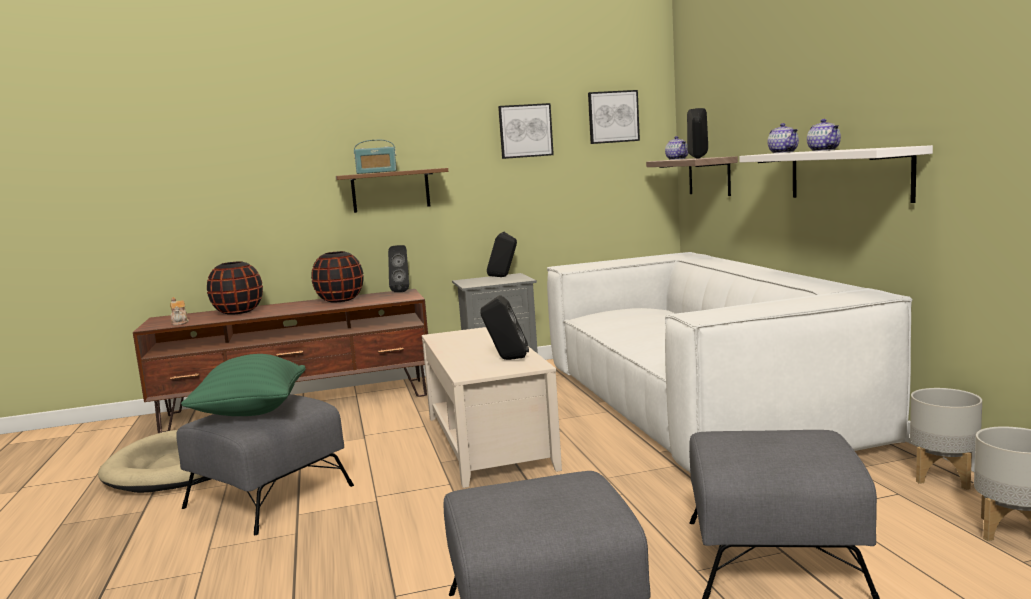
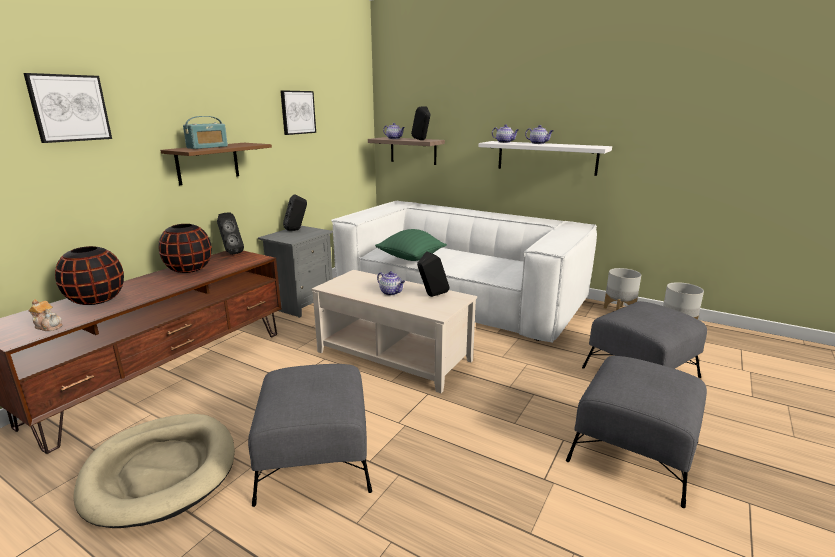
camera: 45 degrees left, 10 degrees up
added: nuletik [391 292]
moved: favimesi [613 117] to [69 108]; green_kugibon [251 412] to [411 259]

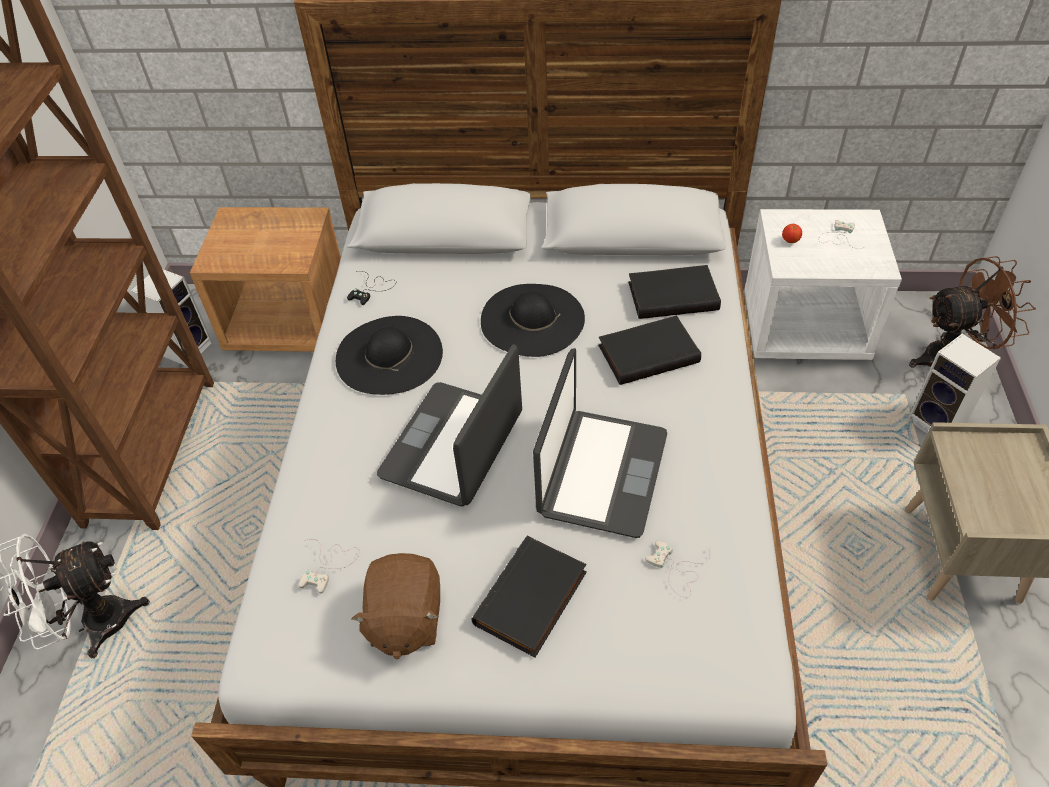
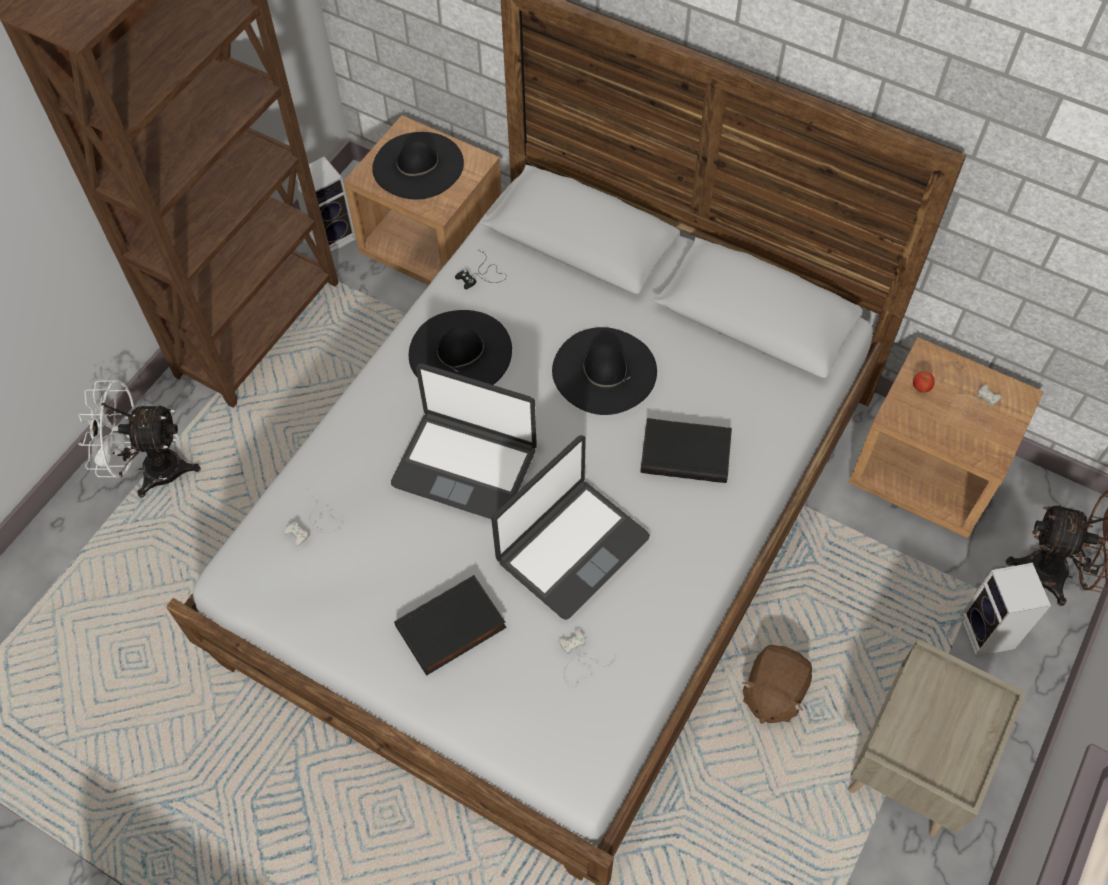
camera: 25 degrees right, 10 degrees up
removed: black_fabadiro [673 295]
added: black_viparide [418 165]
moved: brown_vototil [404 619] to [772 693]
recoloured: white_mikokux [805 328] to brown_mikokux [926 472]
turned: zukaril [454 445] = [465 465] 120 degrees counterclockwise

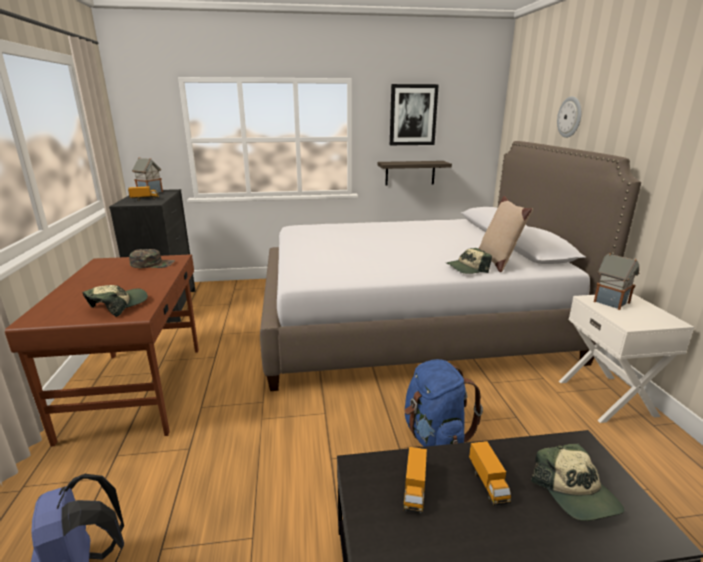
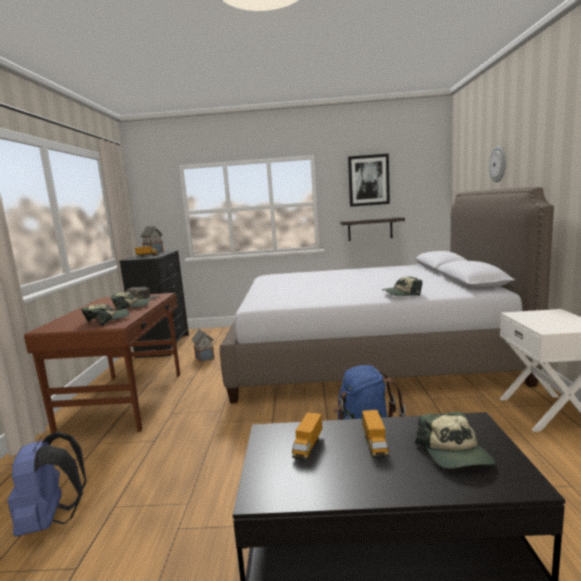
camera: 10 degrees right, 10 degrees down
removed: beige_kugibon [497 261]
added: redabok [131 307]
moved: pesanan [610 302] to [204 358]

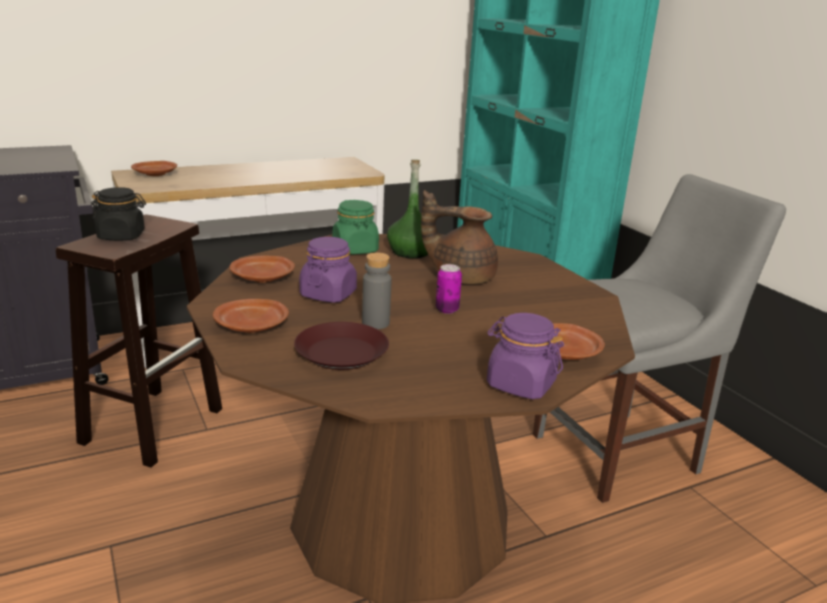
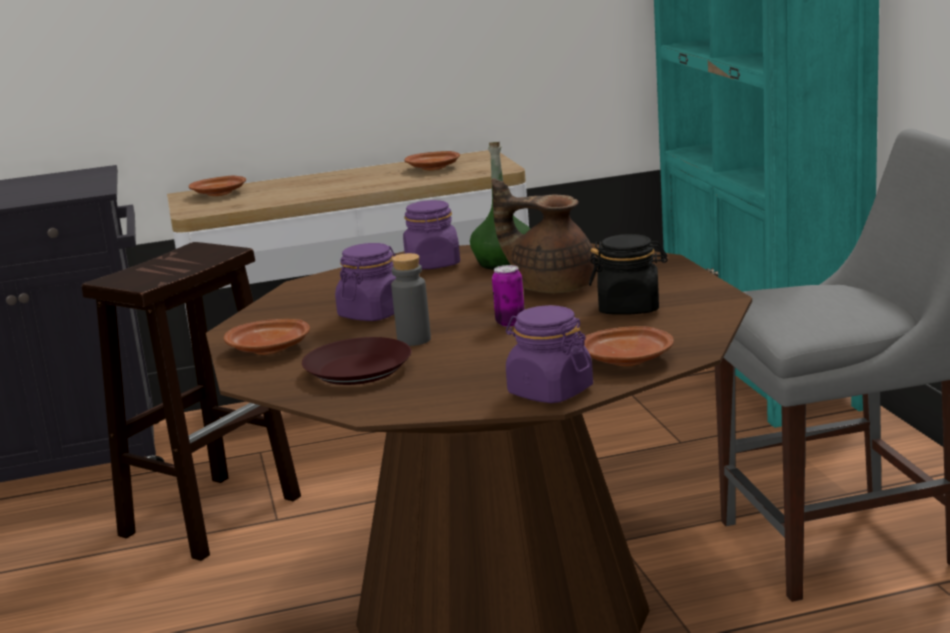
camera: 15 degrees right, 5 degrees down
moved: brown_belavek [264 278] to [434 168]; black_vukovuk [122 236] to [629 308]
recoloured: green_vukovuk [355 249] to purple_vukovuk [433 264]

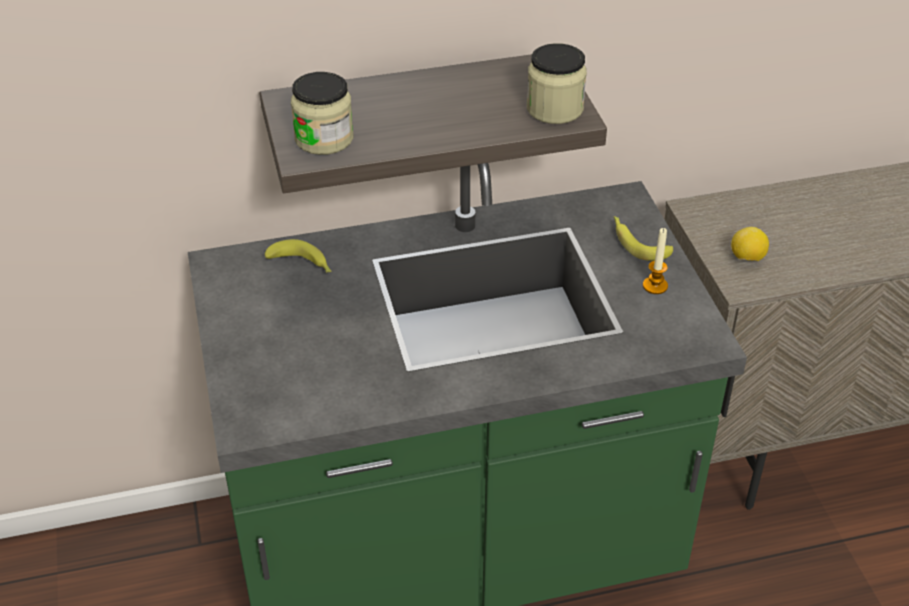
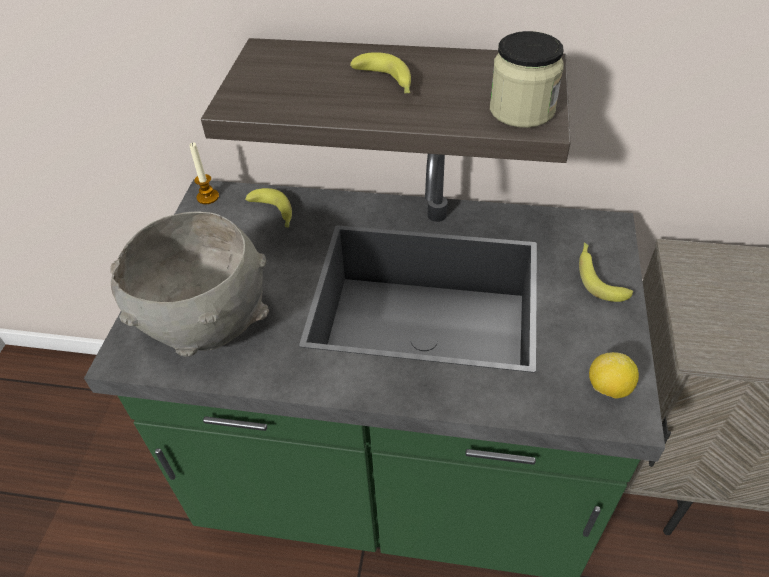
camera: 25 degrees right, 5 degrees up
removed: vukovuk [324 138]
added: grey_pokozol [207 325]; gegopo [387 83]
moved: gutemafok [655 286] to [208 197]; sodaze [747 258] to [608 388]

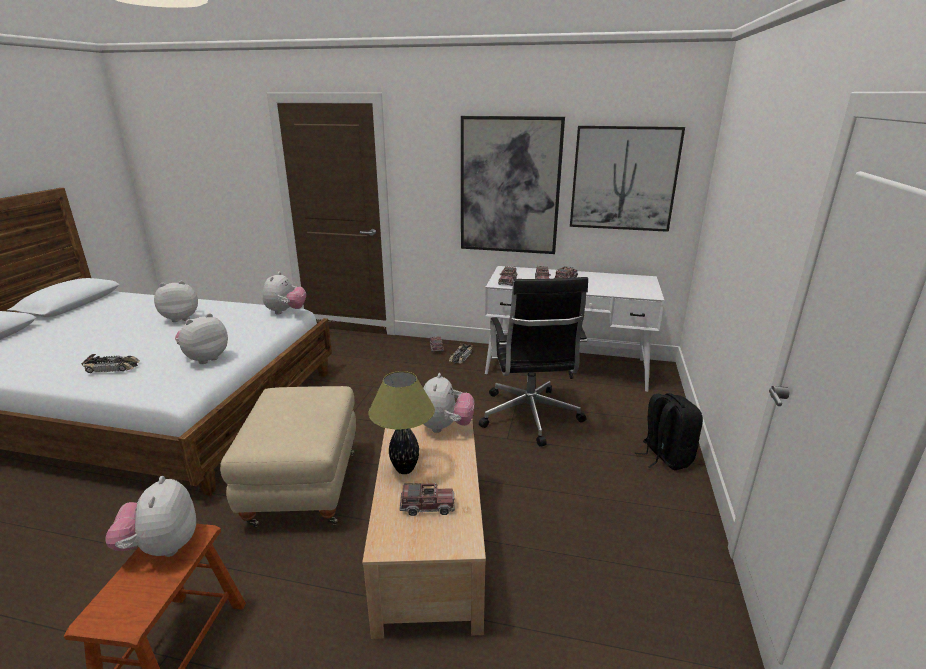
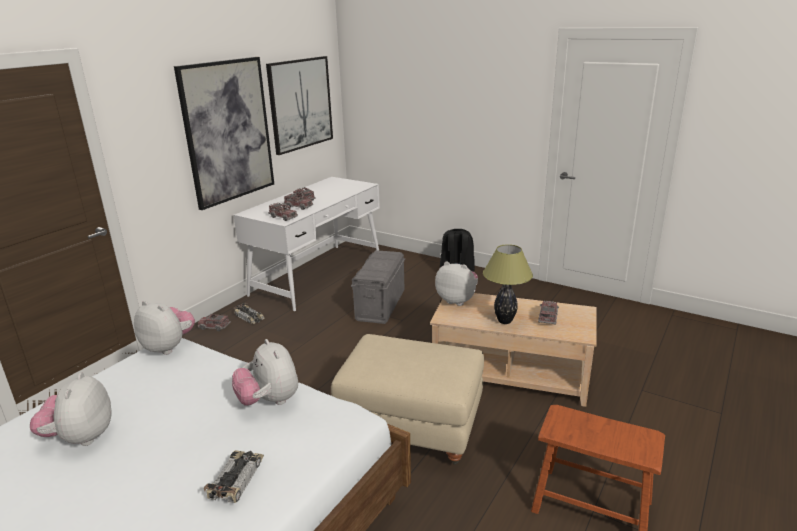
camera: 70 degrees left, 0 degrees up
removed: vototil [162 547]
replaced: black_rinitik [529 417] to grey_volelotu [380 305]

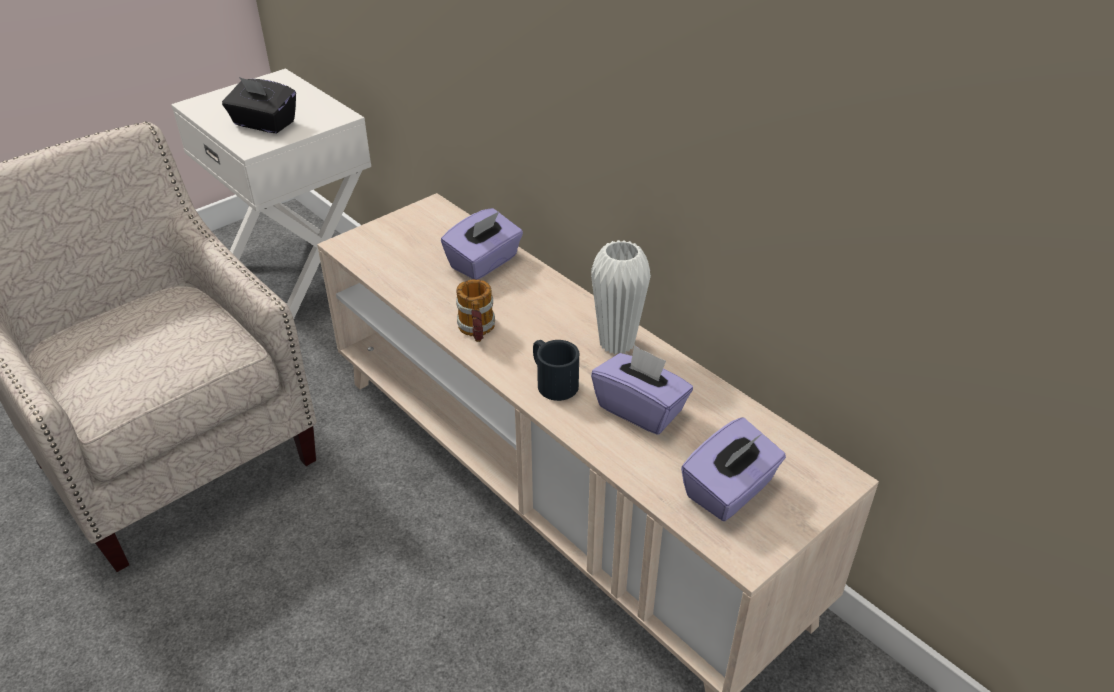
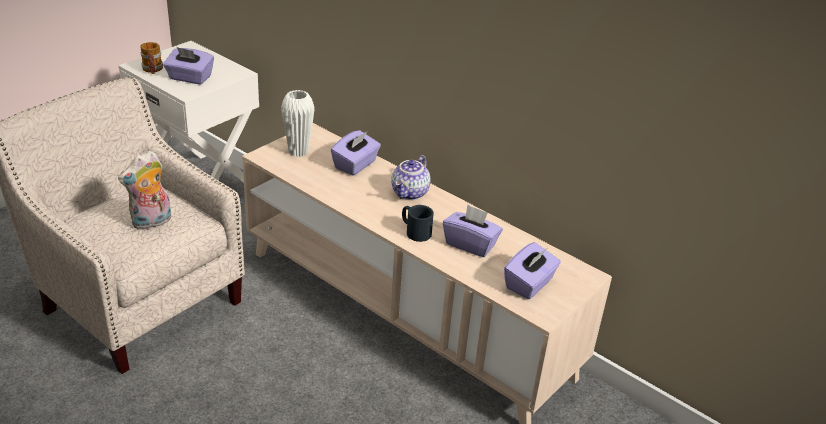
camera: 10 degrees left, 5 degrees down
added: vototil [151 222]; nuletik [410 193]
moved: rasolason [477 330] to [152 70]; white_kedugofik [617 343] to [298 151]
recoloured: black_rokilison [264 124] to purple_rokilison [190 78]

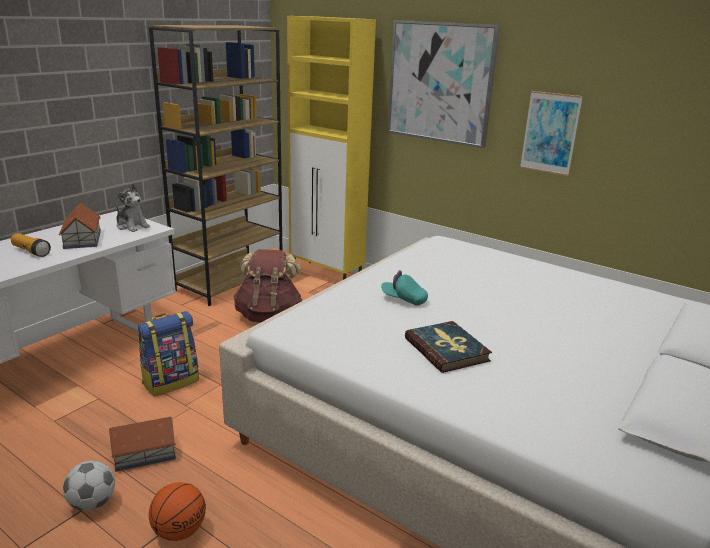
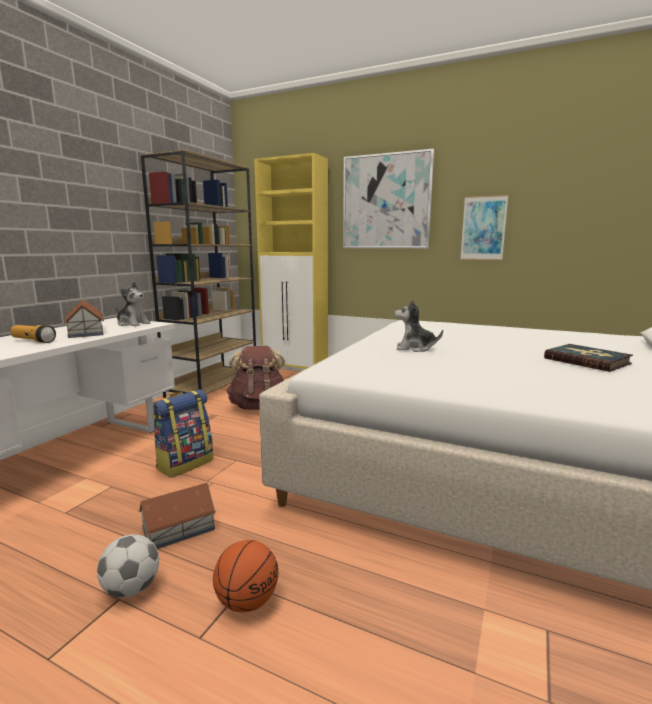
camera: 10 degrees left, 10 degrees down
moved: fabadiro [447 349] to [587 361]
replaced: turquoise_redabok [403 299] to vototil [415 348]

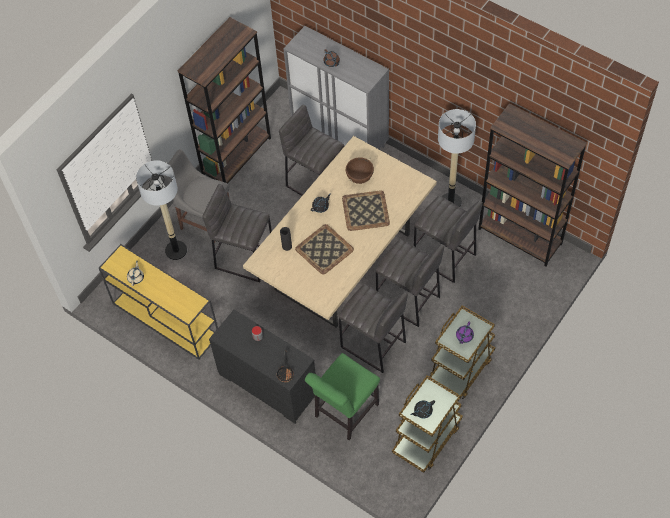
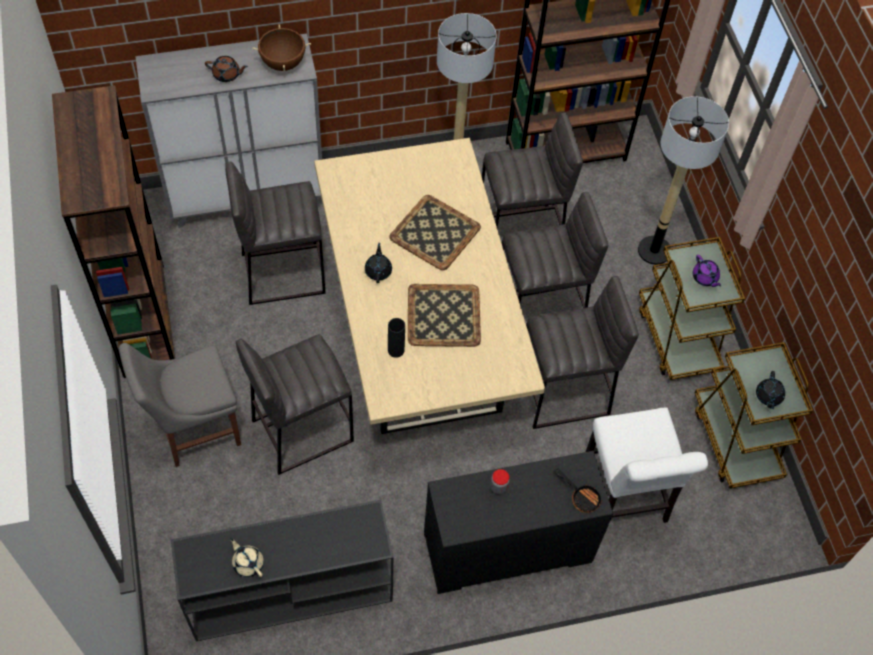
camera: 55 degrees left, 0 degrees up
moved: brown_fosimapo [359 177] to [283 63]; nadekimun [176 250] to [654 251]
recoloured: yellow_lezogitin [164 318] to black_lezogitin [288 594]; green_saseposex [344 413] to white_saseposex [625 497]

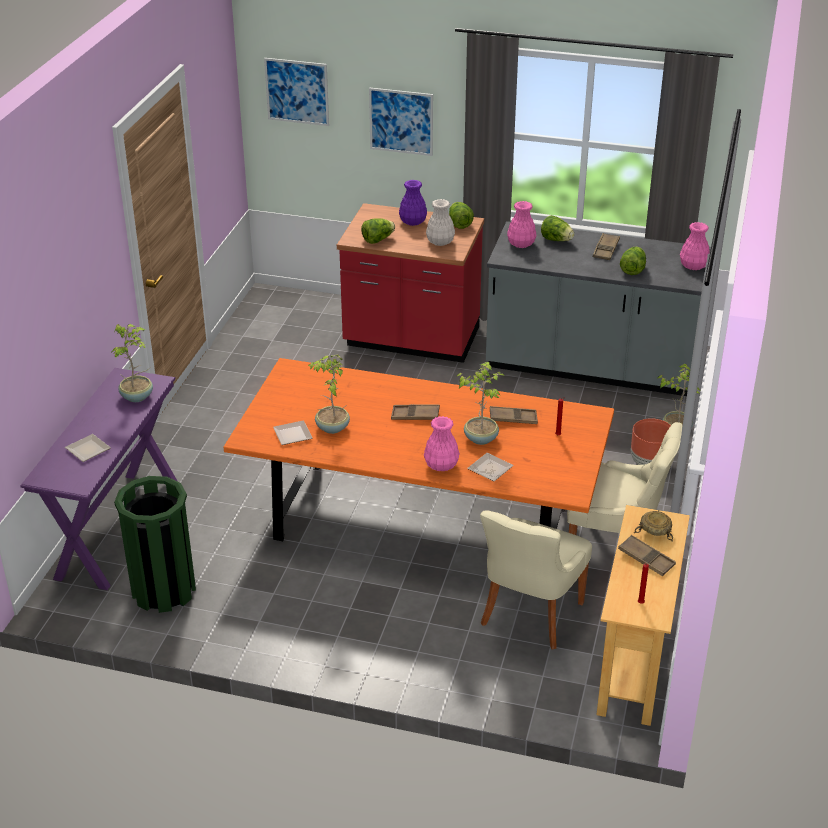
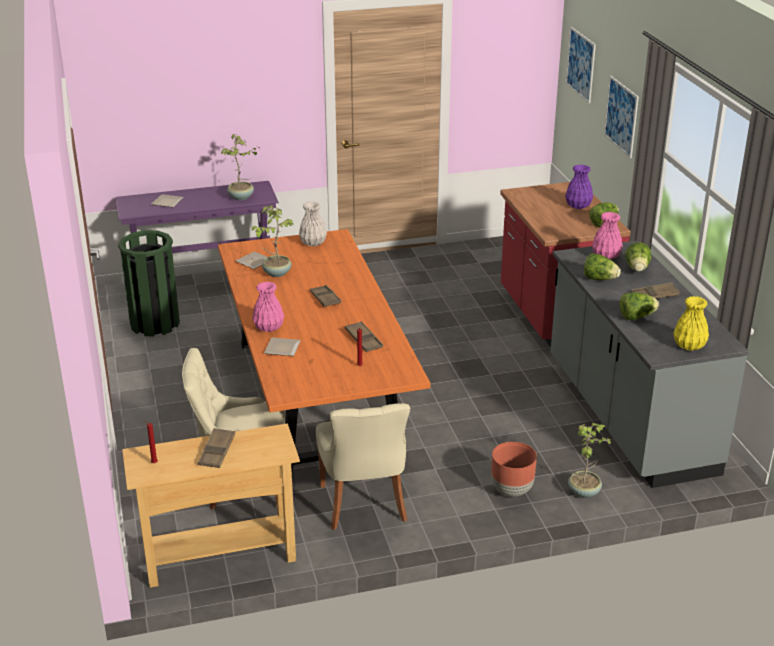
camera: 60 degrees right, 5 degrees down
removed: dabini [481 438]; beige_pokozol [654 531]
moved: white_kedugofik [440 242] to [313 242]; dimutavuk [377 240] to [599 279]
recoloured: pink_kedugofik [693 266] to yellow_kedugofik [689 346]

